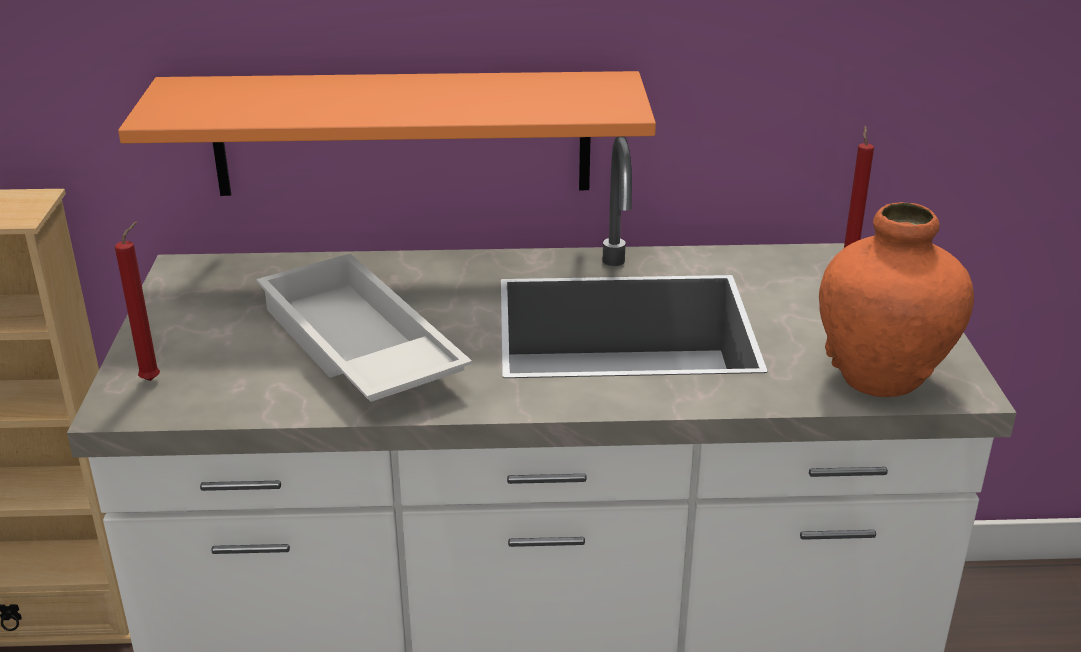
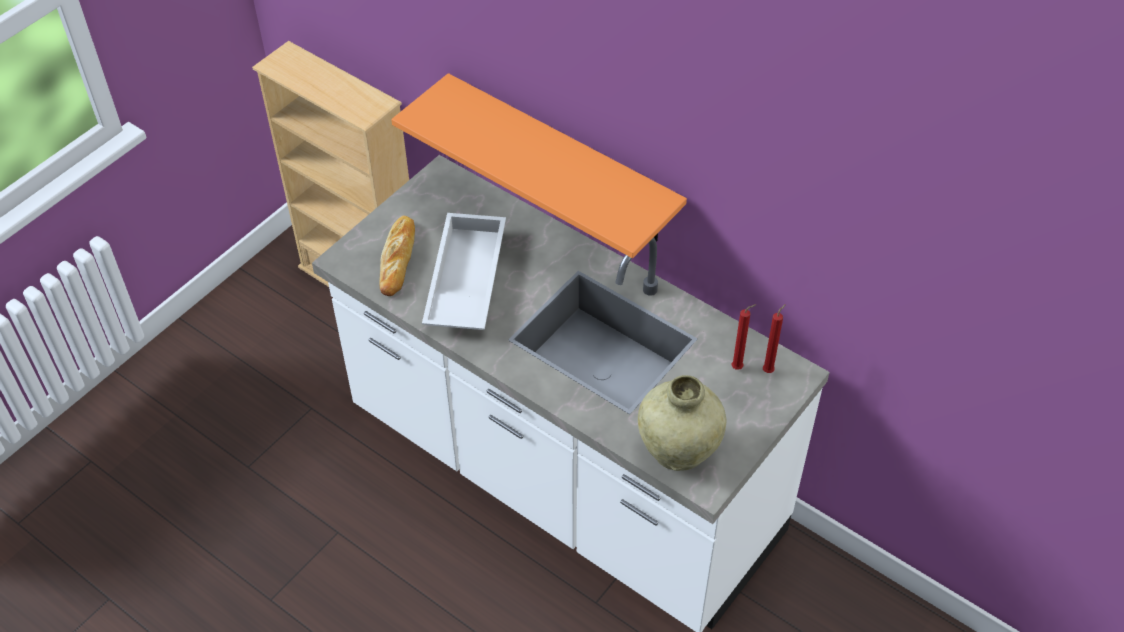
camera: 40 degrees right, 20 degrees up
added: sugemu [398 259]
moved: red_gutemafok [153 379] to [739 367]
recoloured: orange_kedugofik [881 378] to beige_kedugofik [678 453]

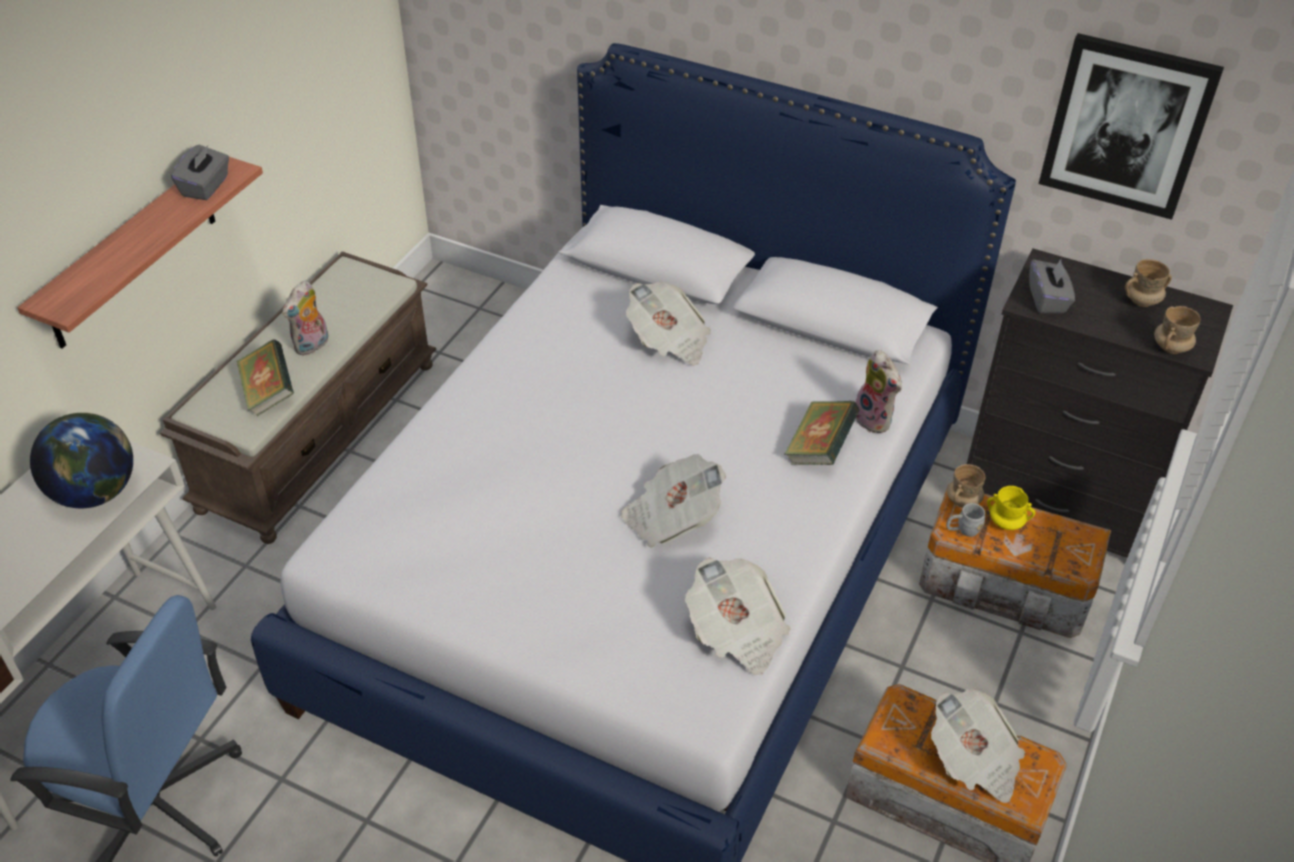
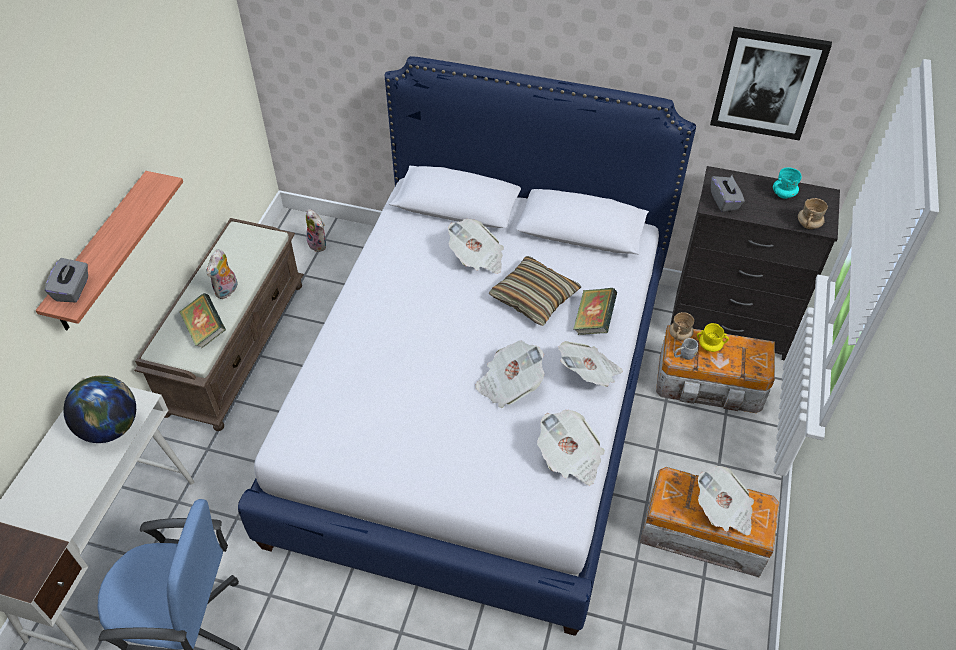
camera: 10 degrees left, 5 degrees up
added: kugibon [534 298]; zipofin [589 374]
moved: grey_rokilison [206 187] to [73 289]; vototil [875 419] to [319 244]
recoloured: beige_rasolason [1141 301] to turquoise_rasolason [783 194]

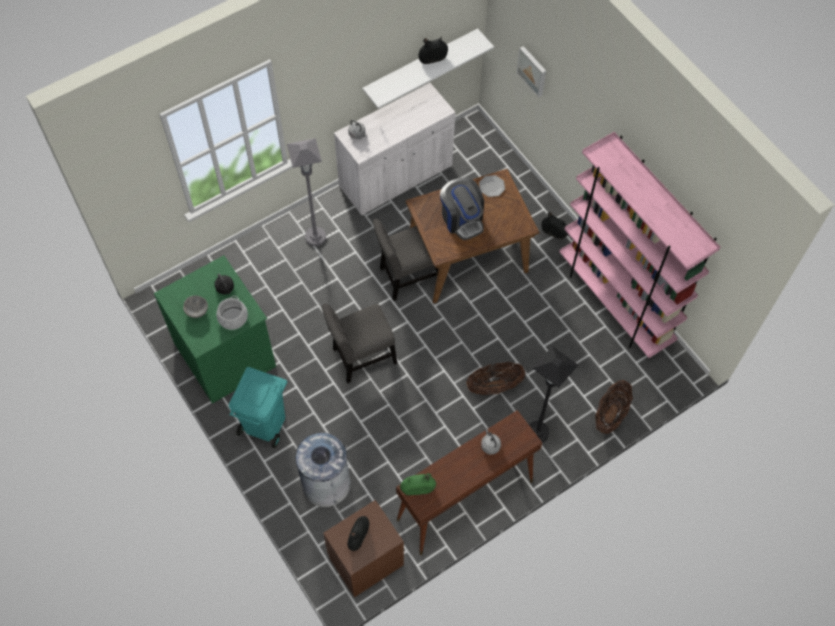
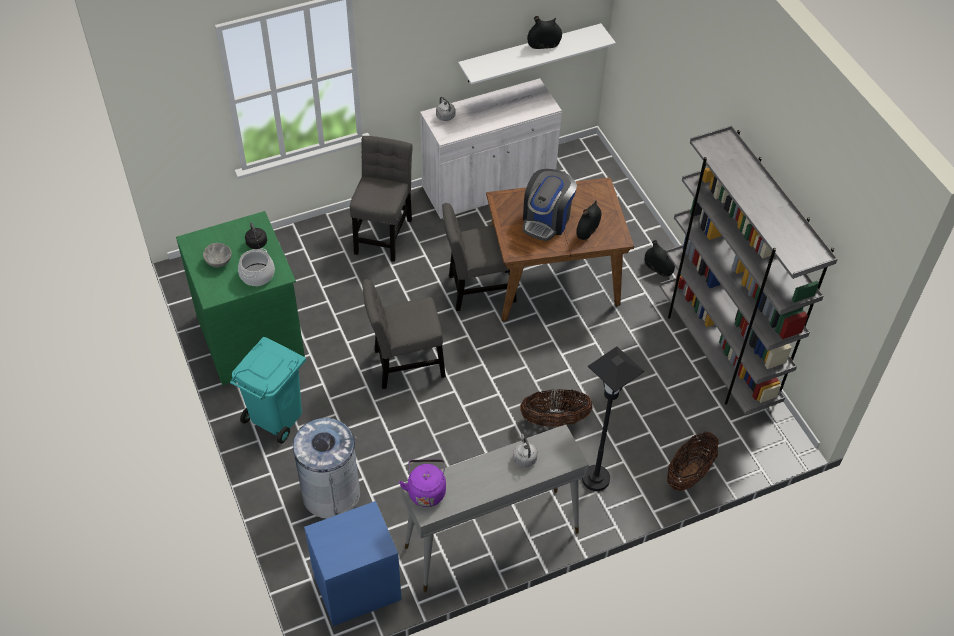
camera: 10 degrees right, 10 degrees down
removed: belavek [491 186]; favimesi [532 70]
moved: black_kedugofik [359 536] to [588 230]
replaced: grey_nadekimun [315 237] to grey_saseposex [383 233]; green_kedugofik [418 489] to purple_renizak [426 490]
recoloured: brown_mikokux [365 560] to blue_mikokux [356 586]; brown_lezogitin [464 501] to grey_lezogitin [491 540]; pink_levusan [615 302] to grey_levusan [717 352]
turned: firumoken [462 219] = [546 220] 45 degrees clockwise

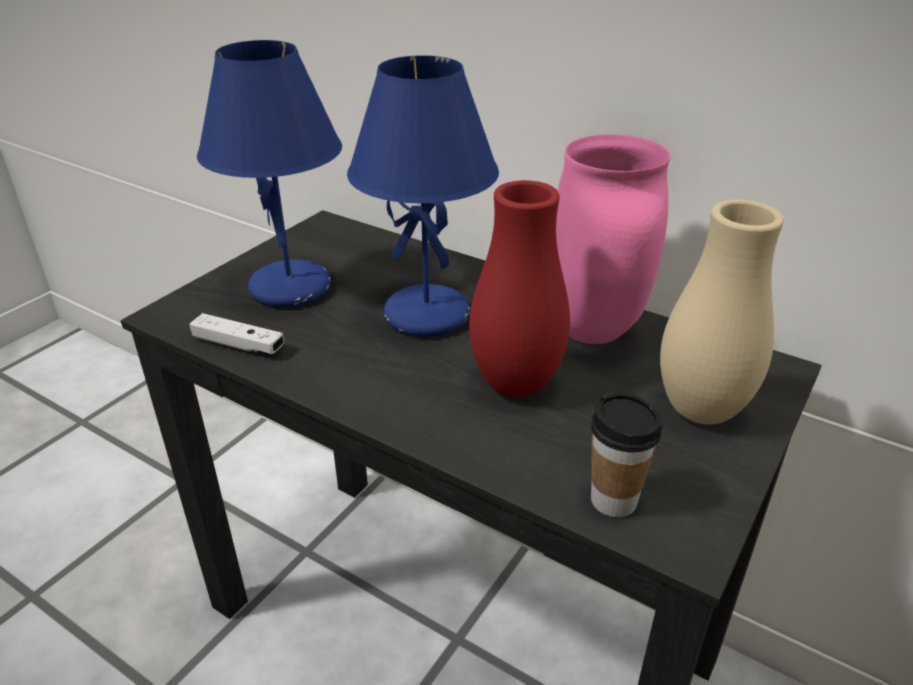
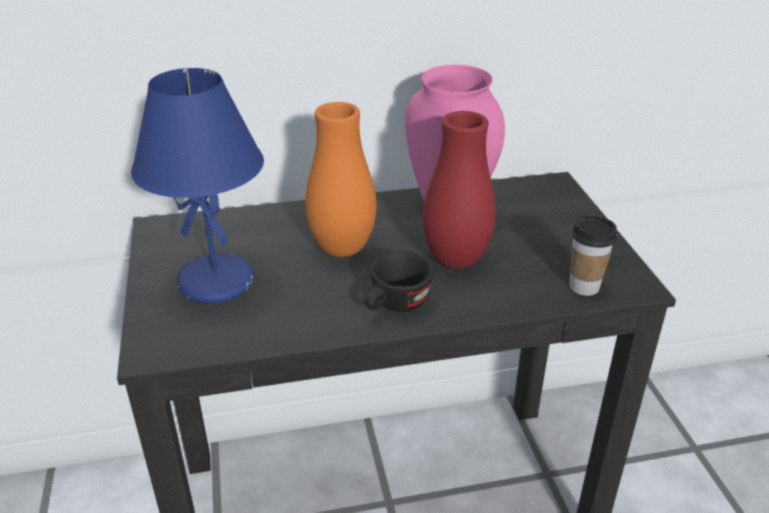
camera: 45 degrees left, 0 degrees up
removed: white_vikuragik [238 344]; beige_kedugofik [700 410]
added: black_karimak [396 306]
replaced: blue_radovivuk [428 315] to orange_kedugofik [342 249]

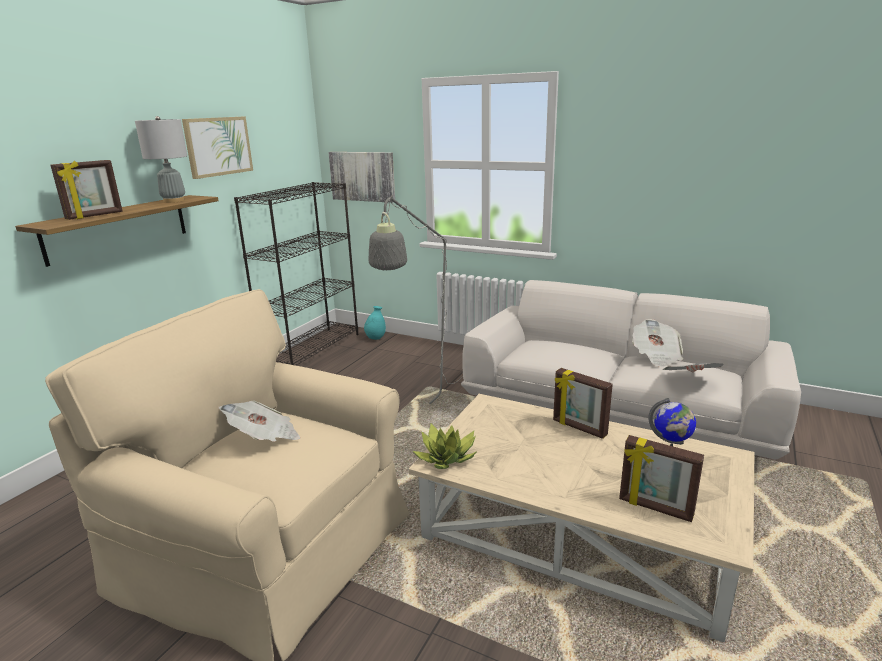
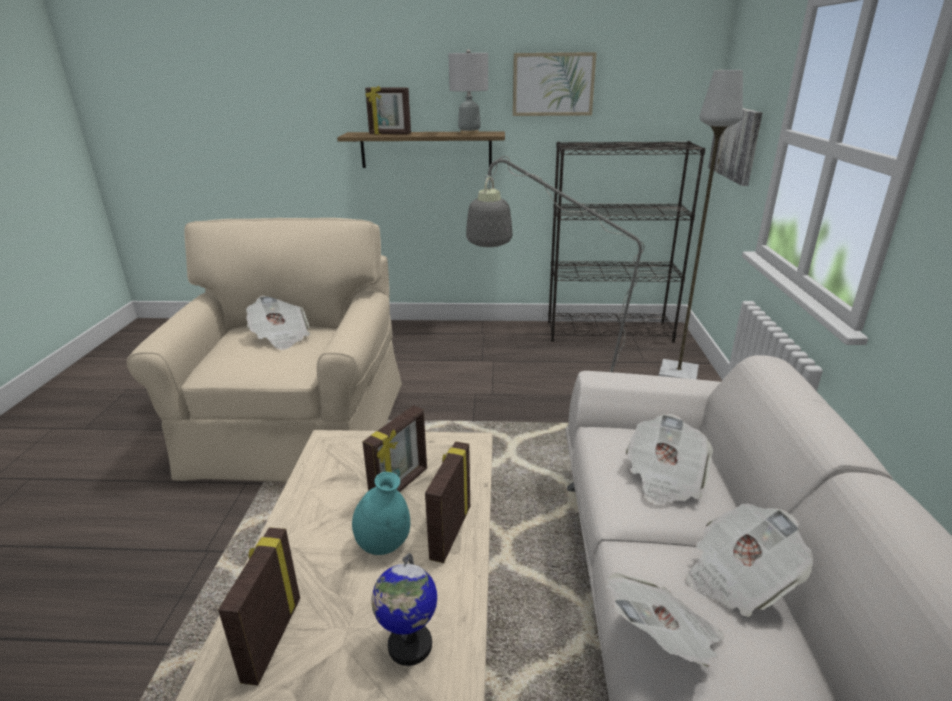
camera: 65 degrees right, 5 degrees up
removed: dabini [447 457]
added: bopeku [400 487]; zipofin [664 478]; grey_nadekimun [679 372]
moved: turquoise_kedugofik [375 338] to [383 545]

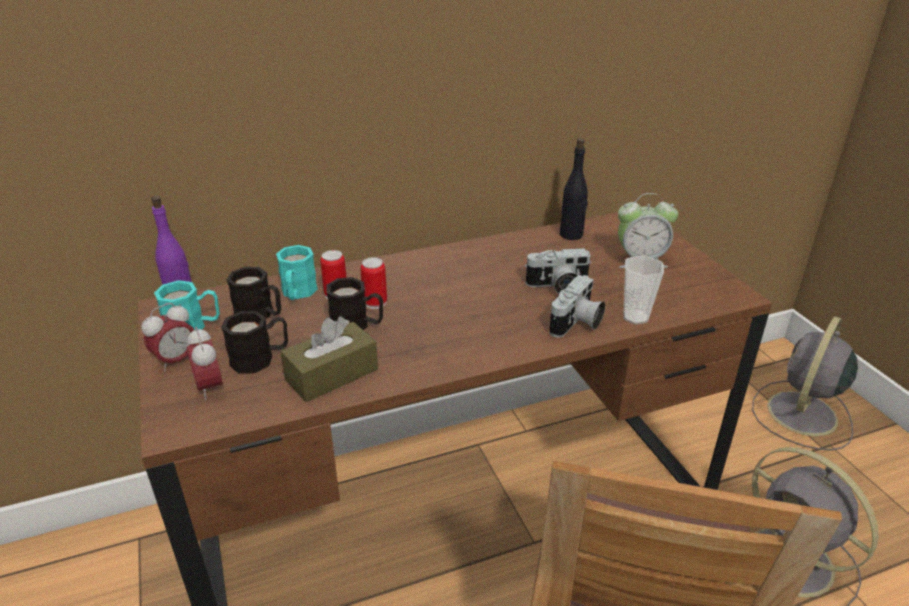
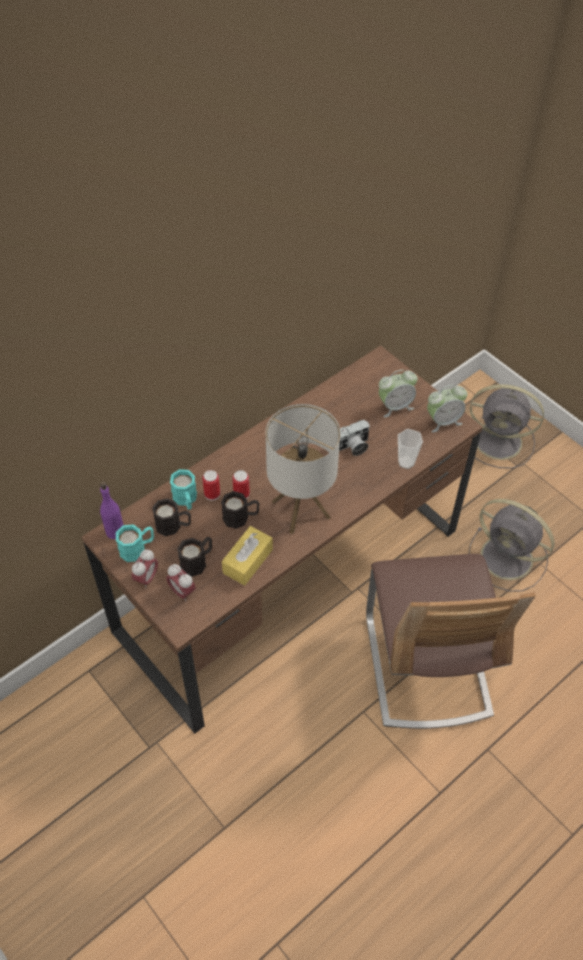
camera: 20 degrees left, 20 degrees up
removed: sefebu [577 323]; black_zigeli [571 235]
added: radovivuk [301 509]; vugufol [443 421]
recoloured: brown_rokilison [332 374] to yellow_rokilison [247 561]
turned: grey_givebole [801 415] = [500 441] 90 degrees counterclockwise

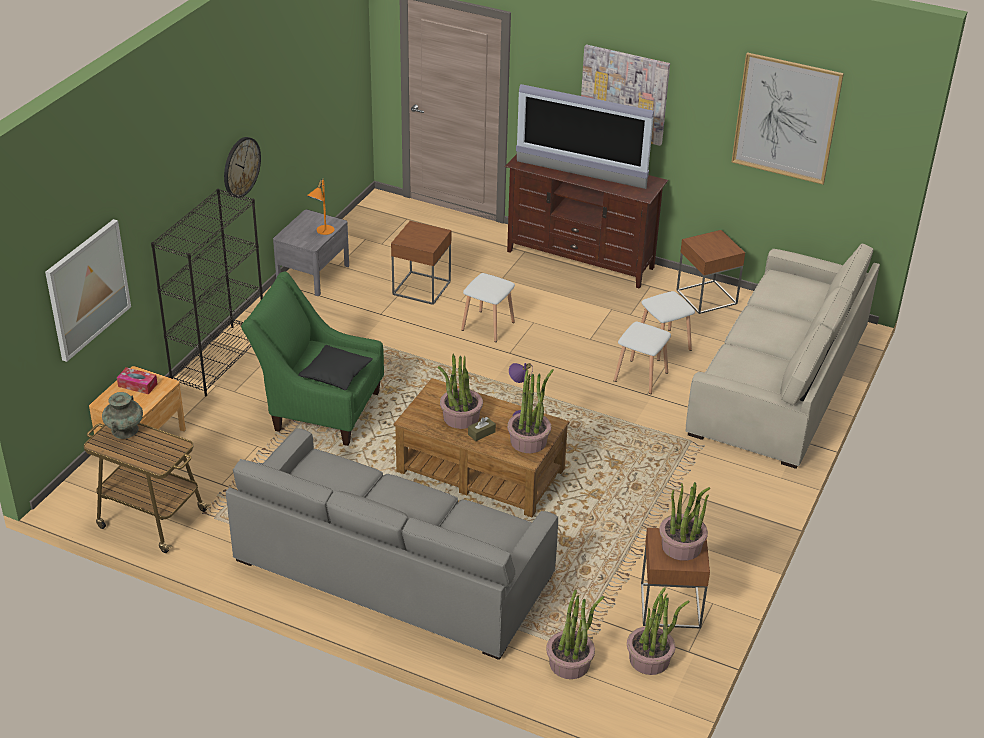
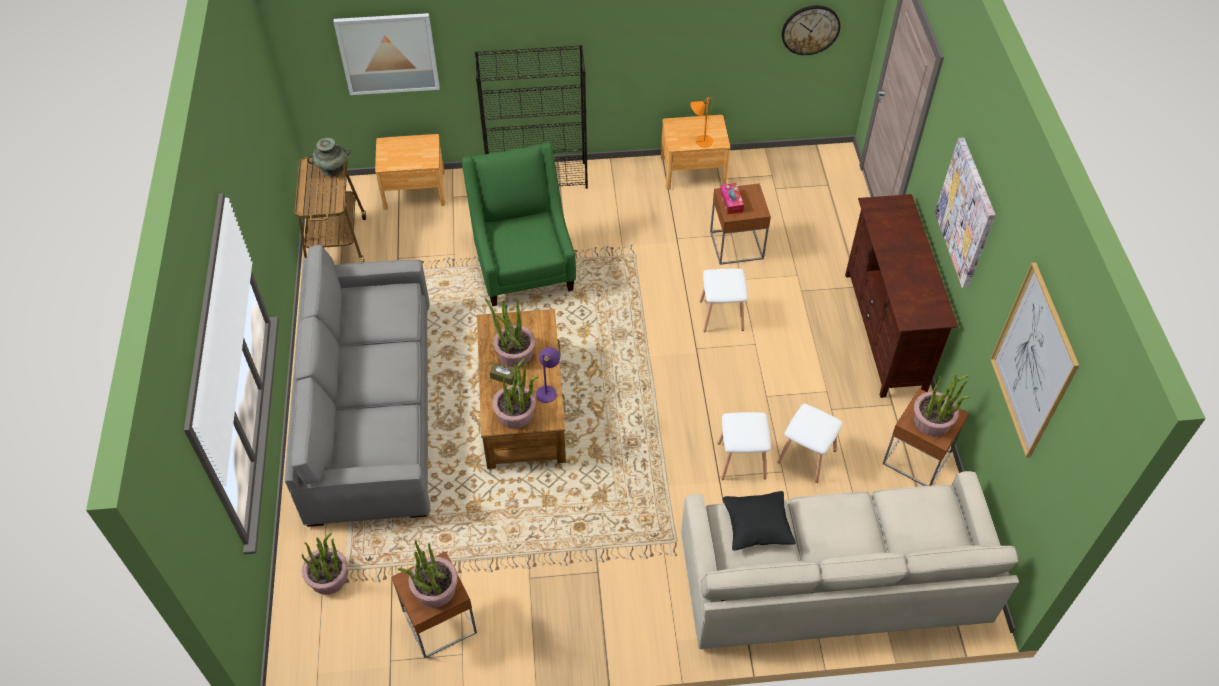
camera: 60 degrees right, 15 degrees up
removed: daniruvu [580 175]
moved: rokilison [137 385] to [731 202]; black_kugibon [336 375] to [757 525]; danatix [241 167] to [810 29]; dabini [649 659] to [932 421]
recoloured: grey_mikokux [313 274] to brown_mikokux [693 170]

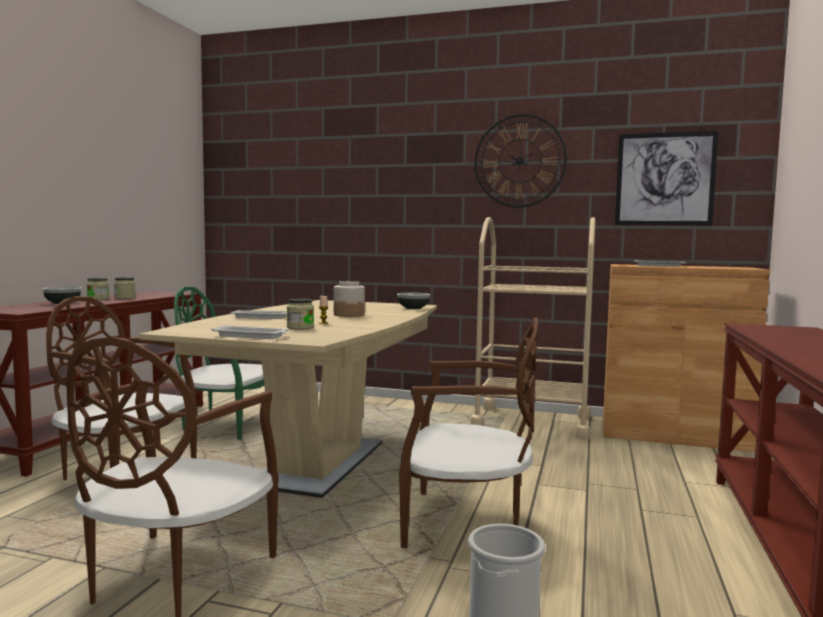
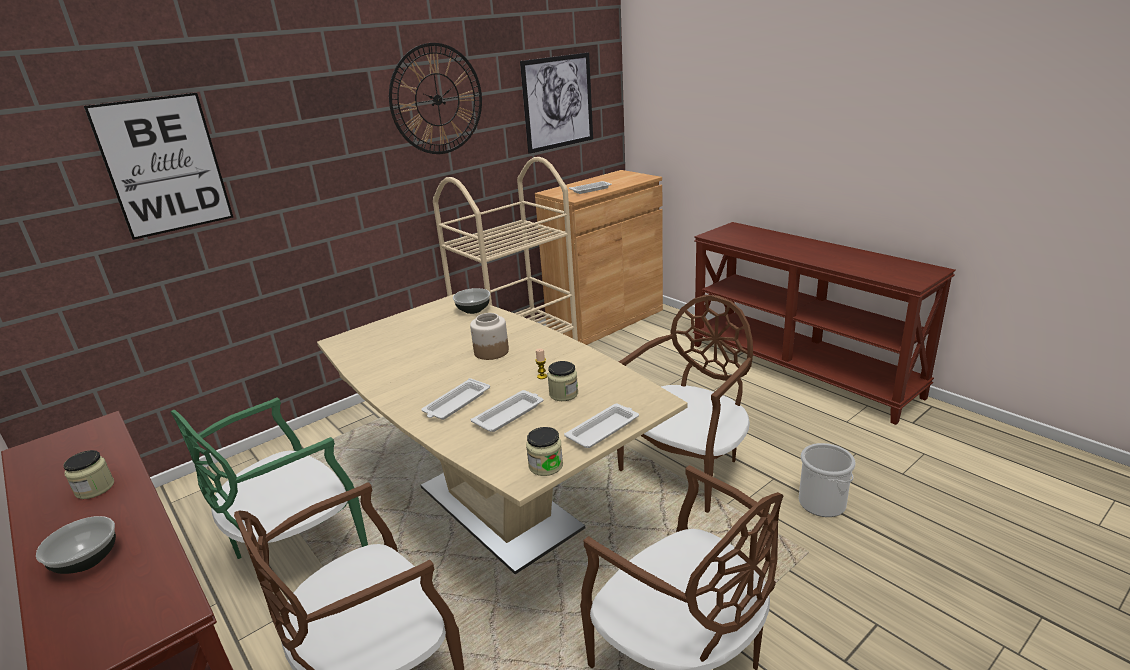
camera: 55 degrees left, 20 degrees up
added: favimesi [164 165]; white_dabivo [509 414]
moved: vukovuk [98 299] to [545 466]

